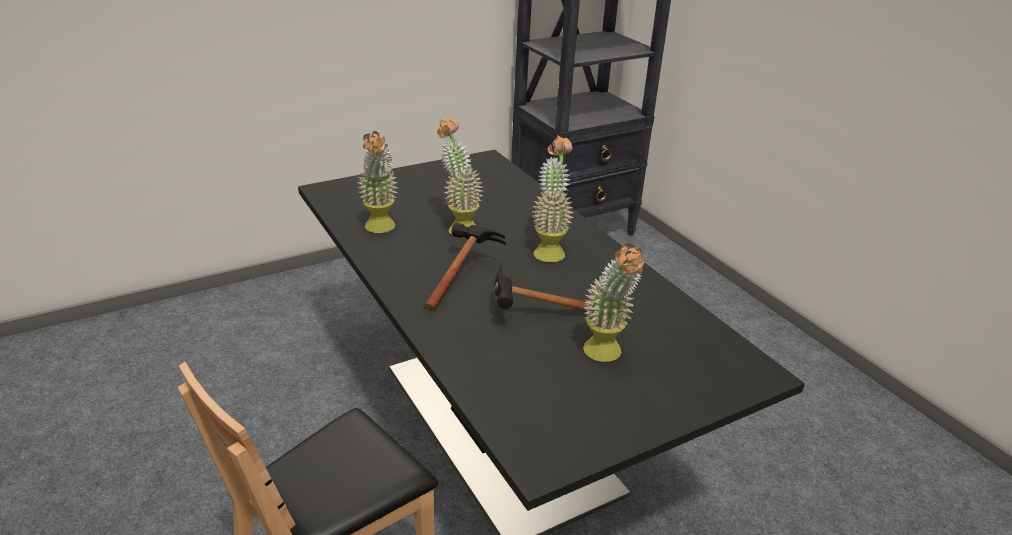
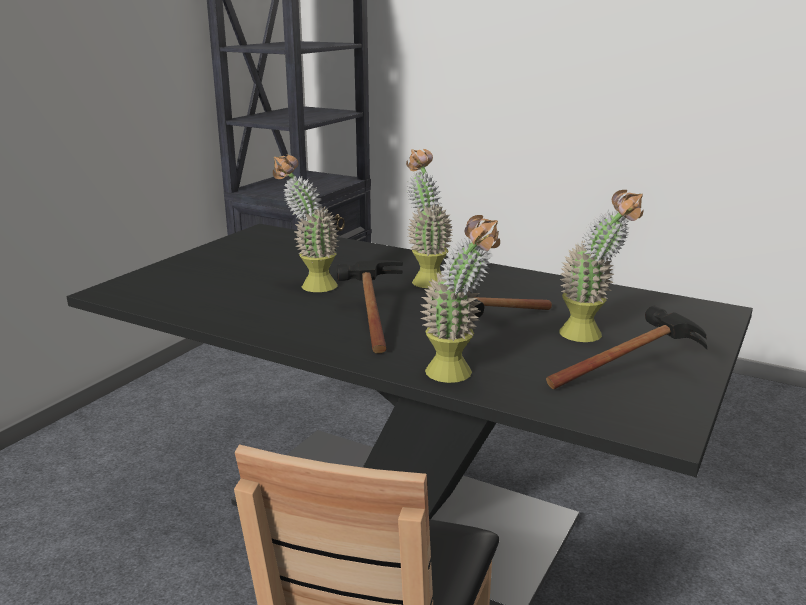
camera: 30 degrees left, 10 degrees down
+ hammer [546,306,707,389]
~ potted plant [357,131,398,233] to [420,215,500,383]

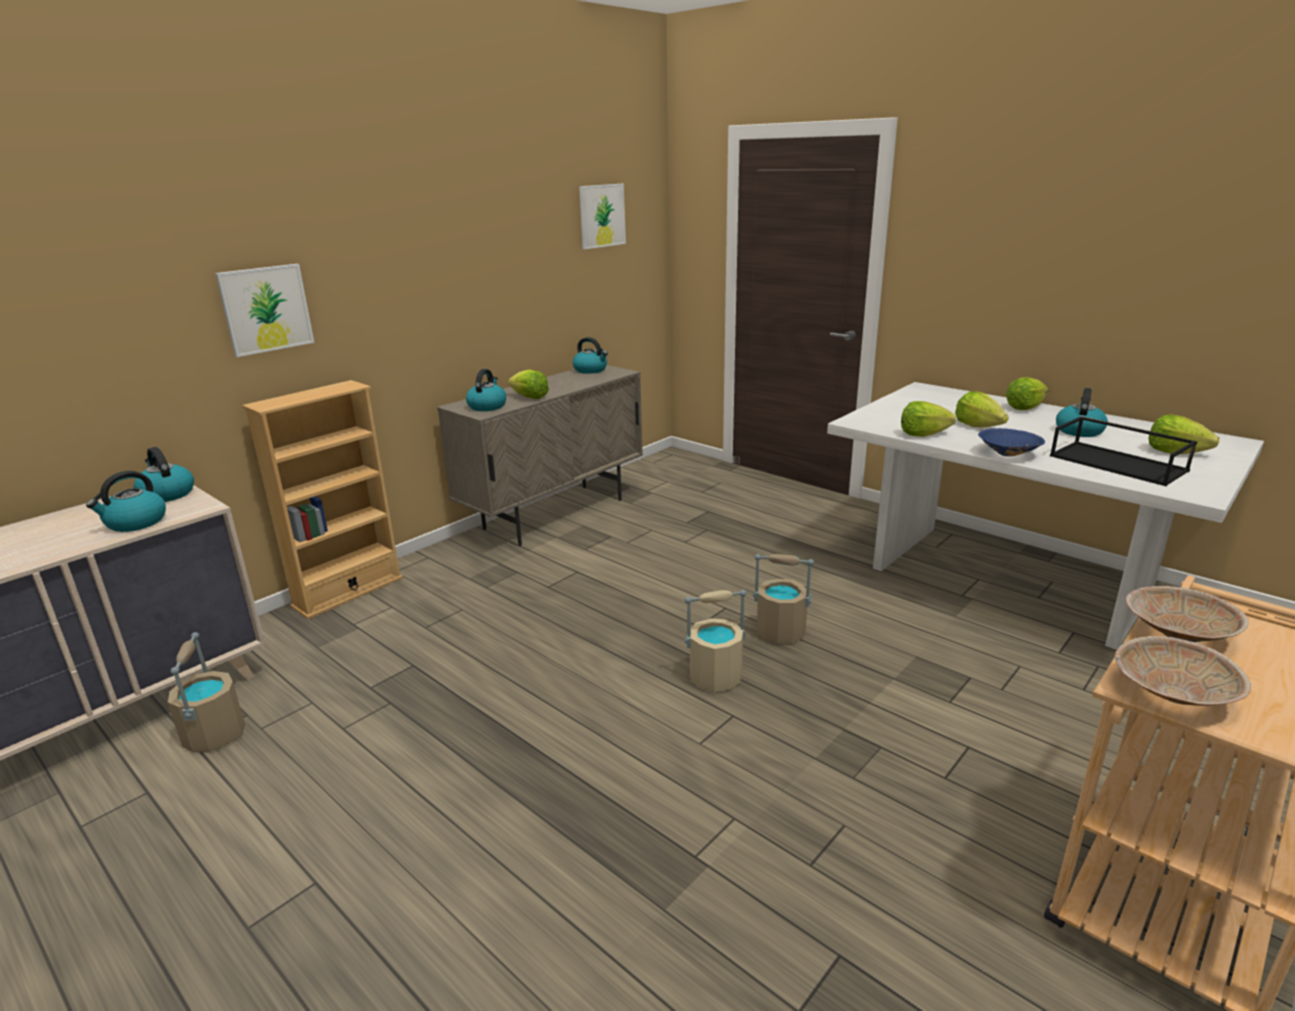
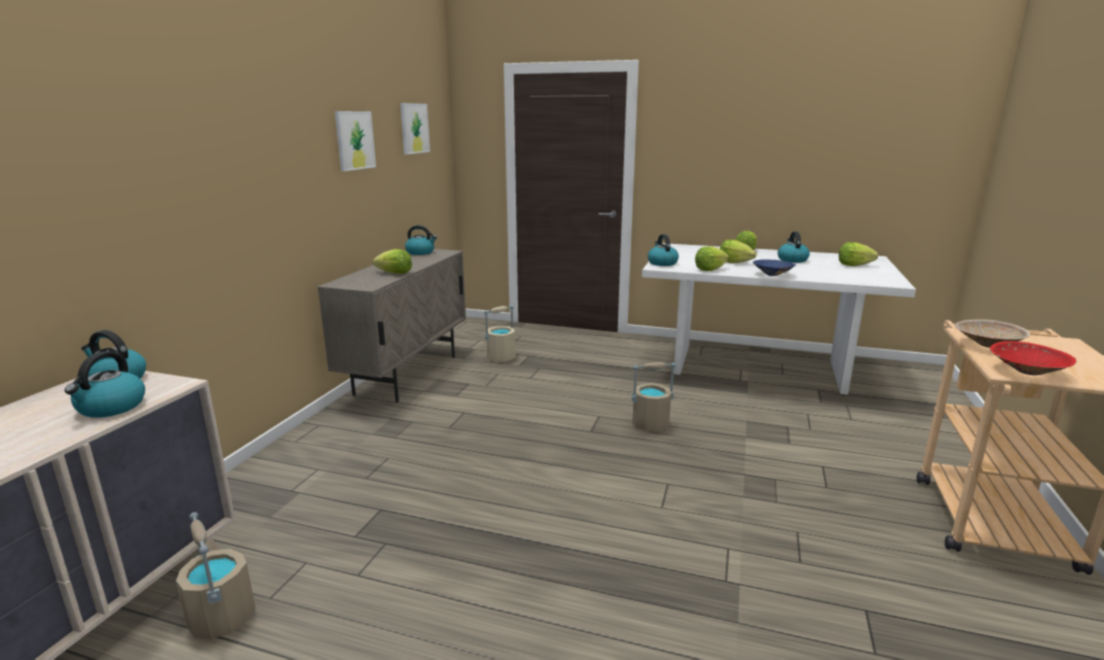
camera: 25 degrees left, 5 degrees down
- beige bookcase [242,380,403,619]
- black tray [1050,416,1198,486]
~ picture [215,264,314,357] to [335,111,376,171]
~ kettle [466,369,506,411] to [648,234,679,266]
~ beige bucket [685,590,746,692] to [484,305,516,362]
~ beige bowl [1115,636,1251,706] to red bowl [990,341,1076,375]

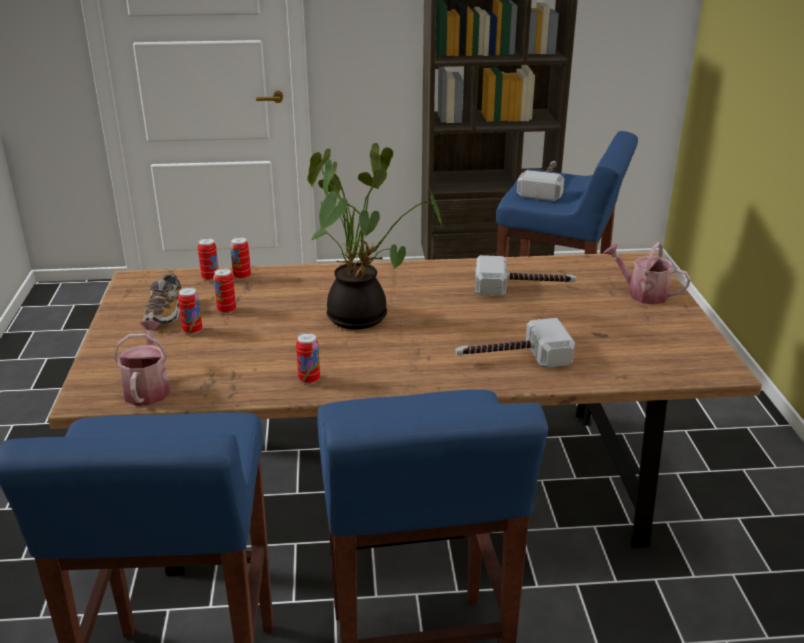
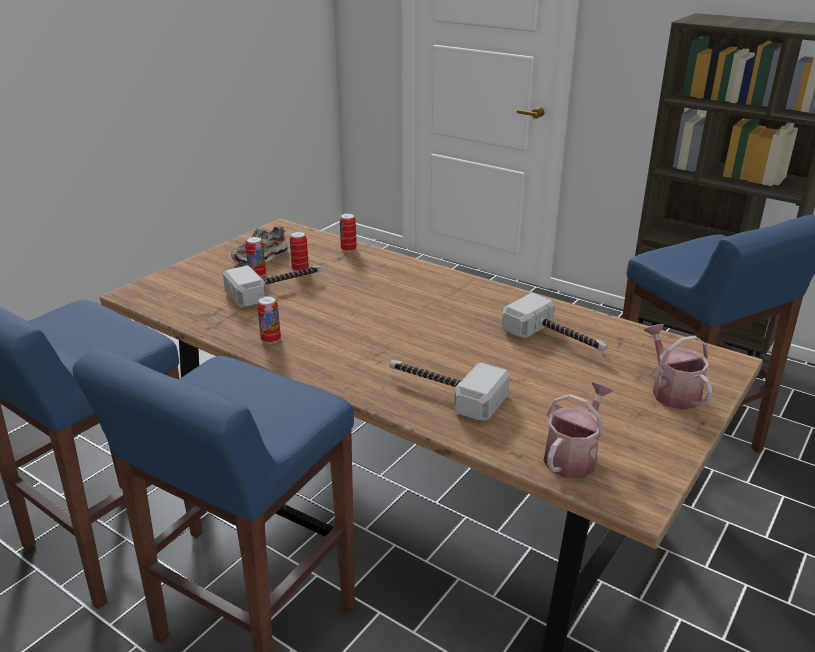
camera: 40 degrees right, 0 degrees up
- can [198,238,219,281]
- potted plant [307,143,443,330]
~ watering can [114,320,170,406] to [544,382,613,478]
~ hammer [517,161,564,201] to [223,265,322,308]

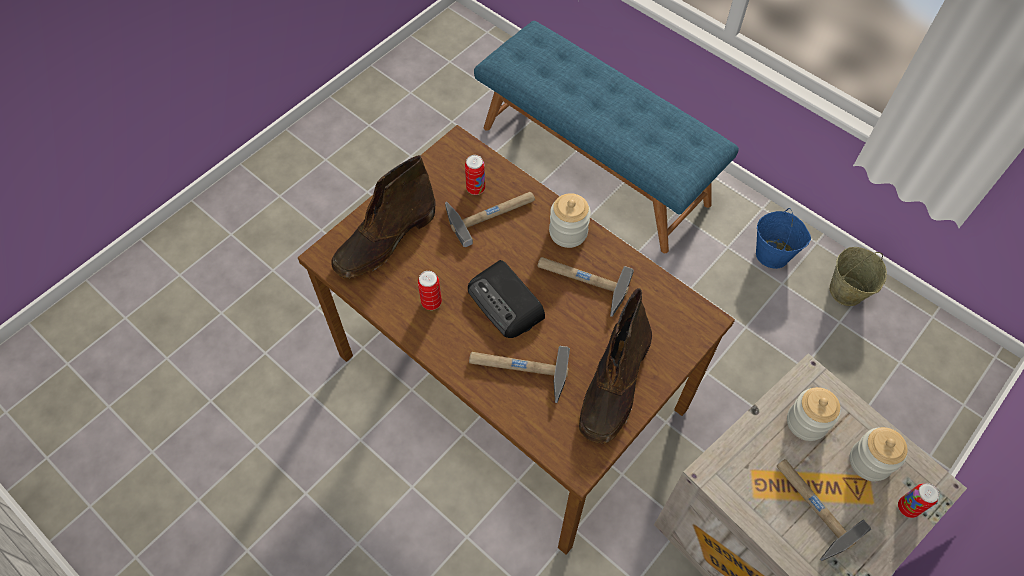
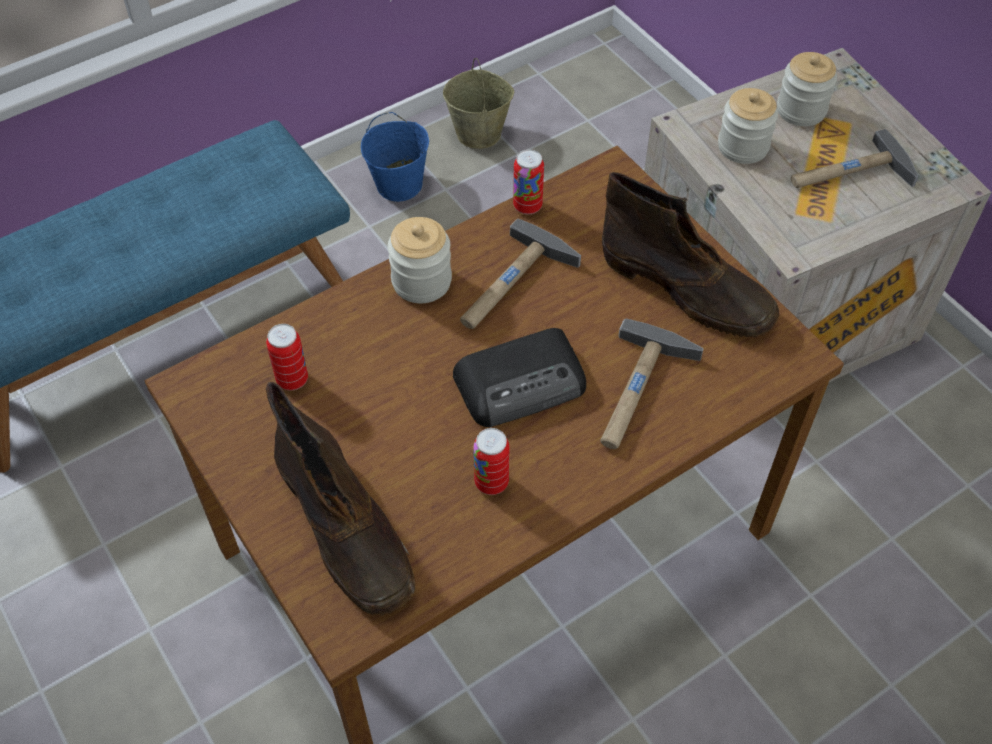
camera: 75 degrees left, 5 degrees down
- hammer [445,192,535,247]
~ can [898,483,939,518] to [513,149,544,214]

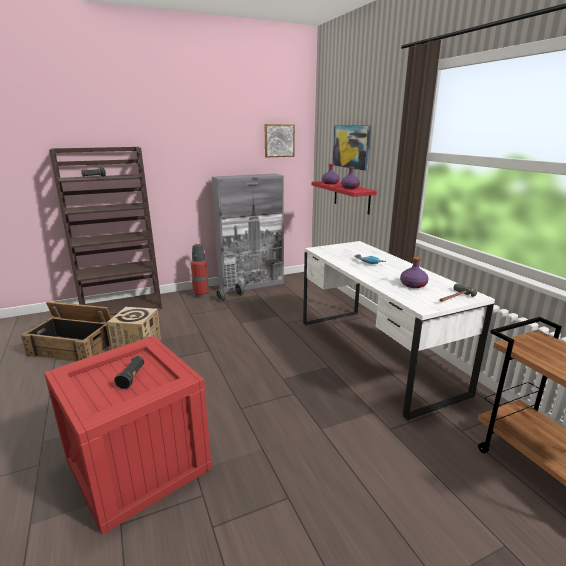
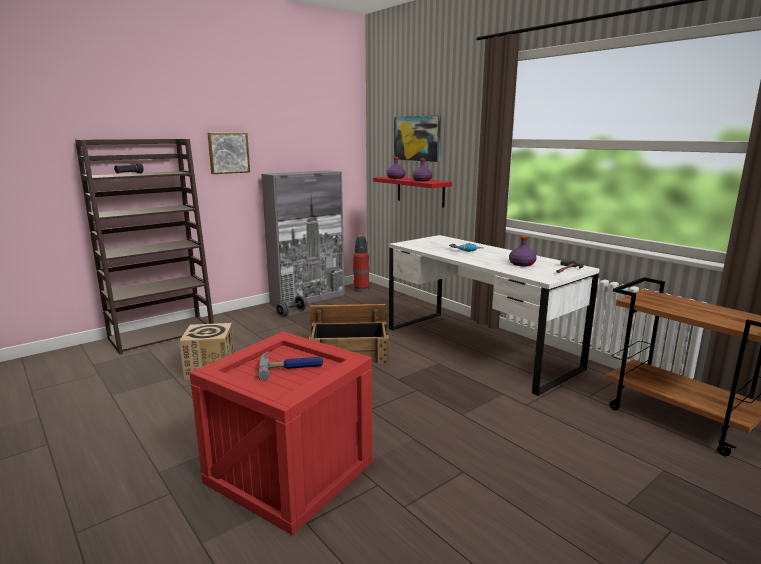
camera: 15 degrees left, 5 degrees down
~ crate [21,301,112,361] to [309,304,389,364]
~ fire extinguisher [191,243,209,298] to [353,235,370,292]
~ picture [264,124,295,158] to [207,133,250,174]
~ black flashlight [114,356,144,389] to hammer [258,352,323,380]

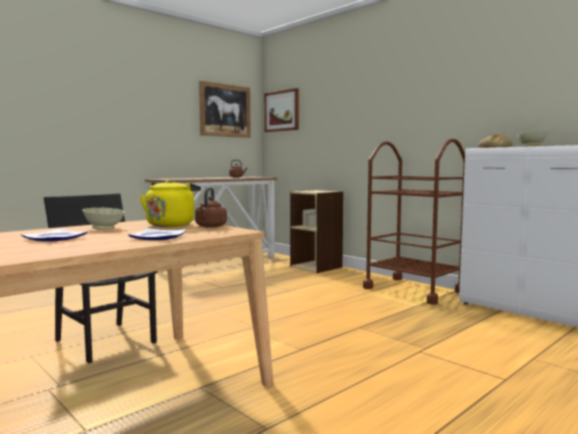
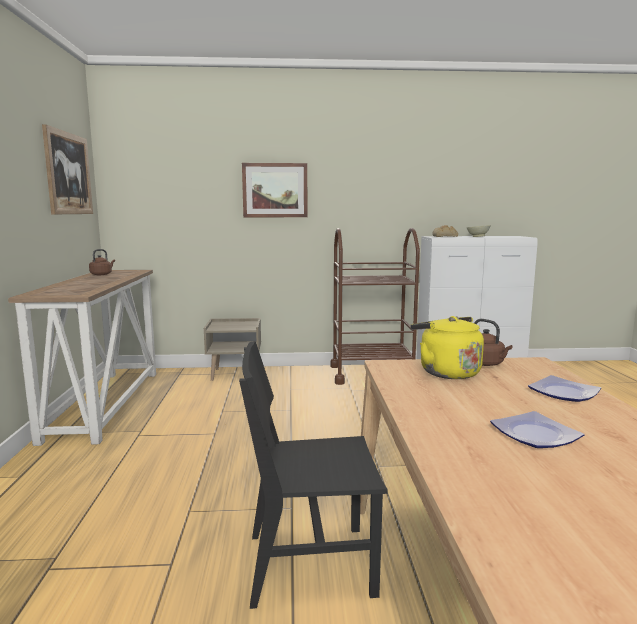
camera: 50 degrees left, 5 degrees up
- beige bowl [82,208,125,230]
~ picture [264,88,299,132] to [242,163,308,217]
~ beige bookcase [290,190,343,273] to beige nightstand [204,318,261,381]

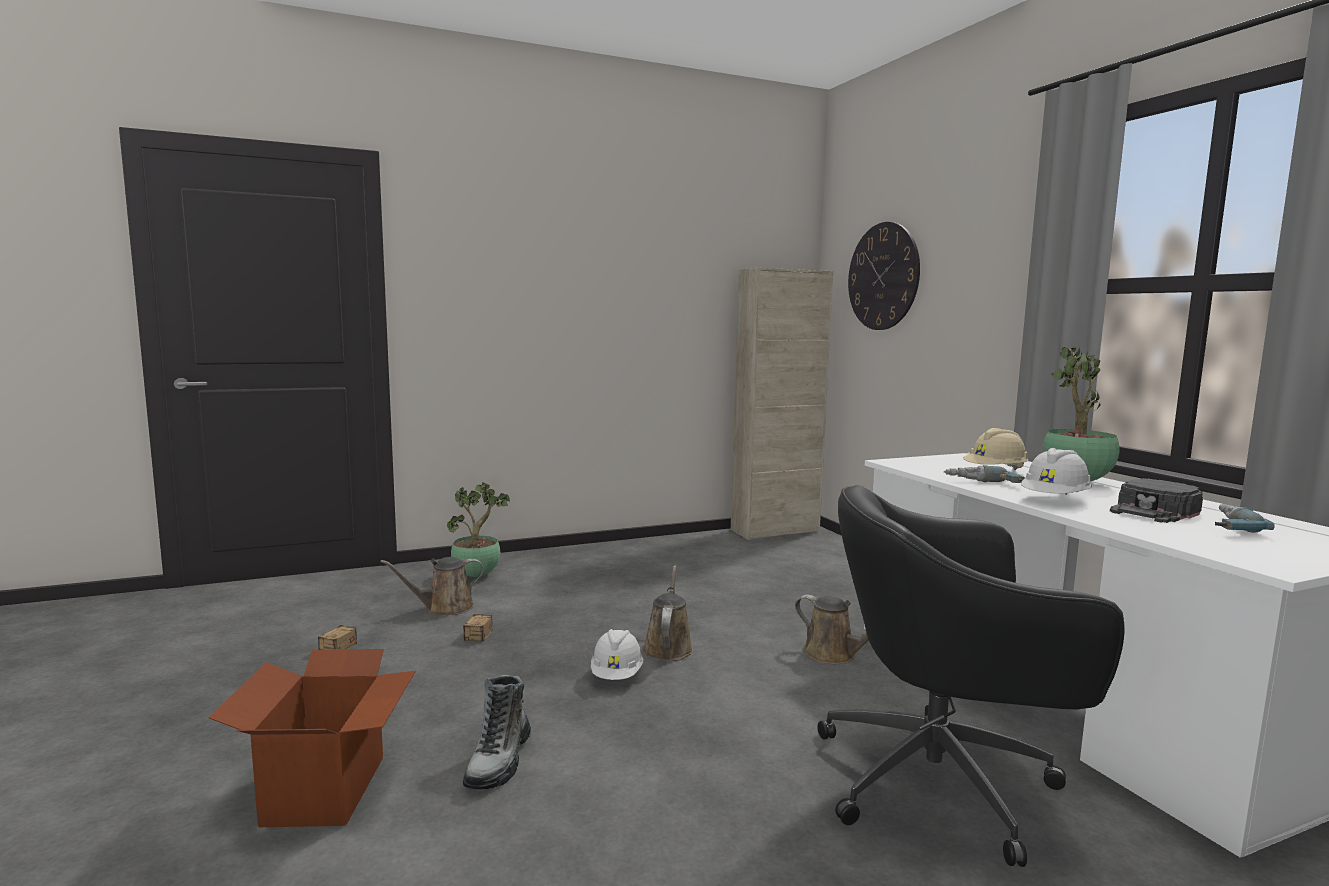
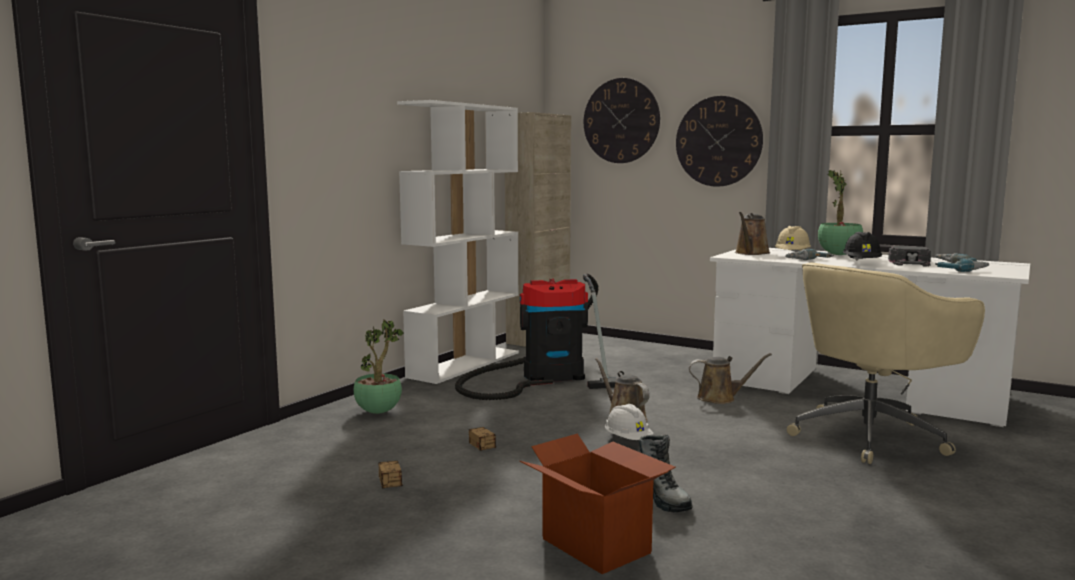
camera: 35 degrees left, 0 degrees up
+ white bookcase [397,100,519,384]
+ vacuum cleaner [455,274,617,400]
+ wall clock [676,96,763,187]
+ power drill [935,259,989,272]
~ brown watering can [380,557,484,615] to [735,212,770,255]
~ black office chair [817,485,1125,867] to beige office chair [787,262,985,464]
~ white hard hat [1021,448,1092,495] to black hard hat [843,232,882,261]

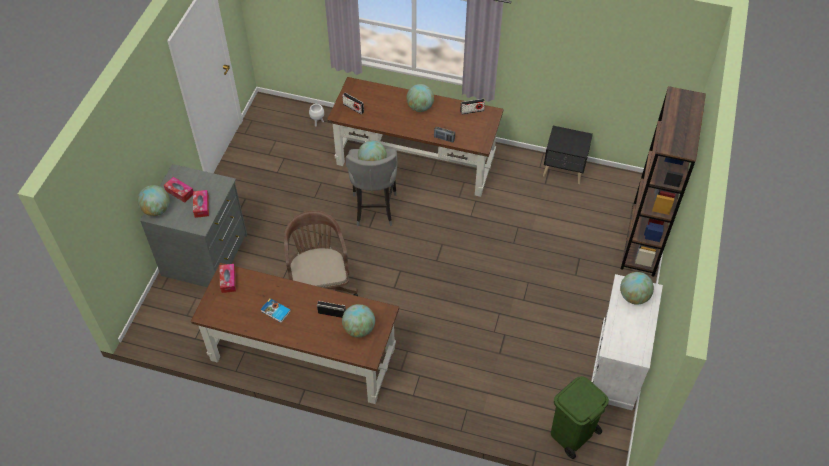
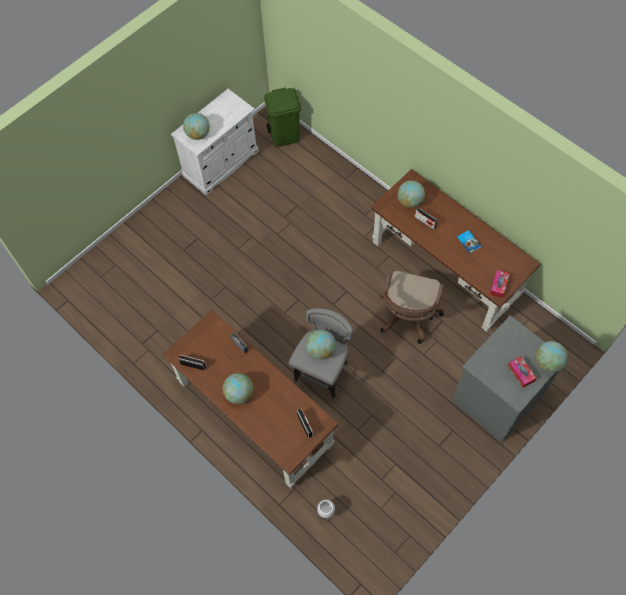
camera: 150 degrees left, 10 degrees up
- tissue box [193,190,209,218]
- black nightstand [543,126,593,184]
- brown bookcase [621,86,706,277]

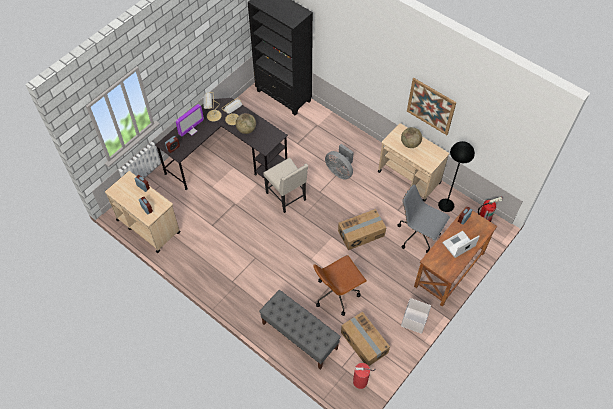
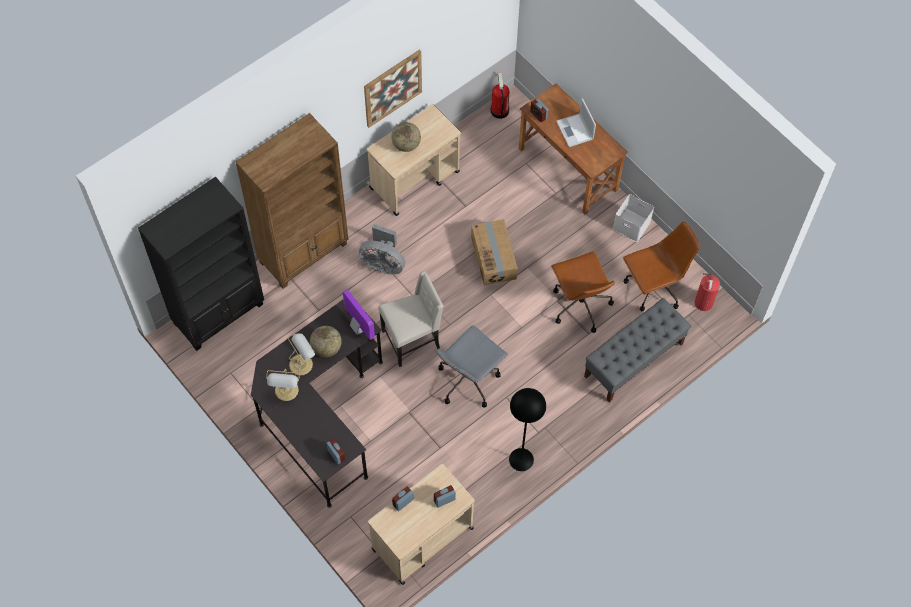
camera: 80 degrees left, 5 degrees up
+ brown bookcase [236,113,349,289]
~ monitor [176,104,204,136] to [343,289,375,340]
~ grey office chair [397,184,450,253] to [436,325,508,408]
~ black floor lamp [438,141,475,212] to [509,388,546,471]
~ cardboard box [341,312,390,366] to brown office chair [623,221,700,311]
~ grey fan [325,144,354,180] = [359,224,405,275] 60 degrees clockwise

